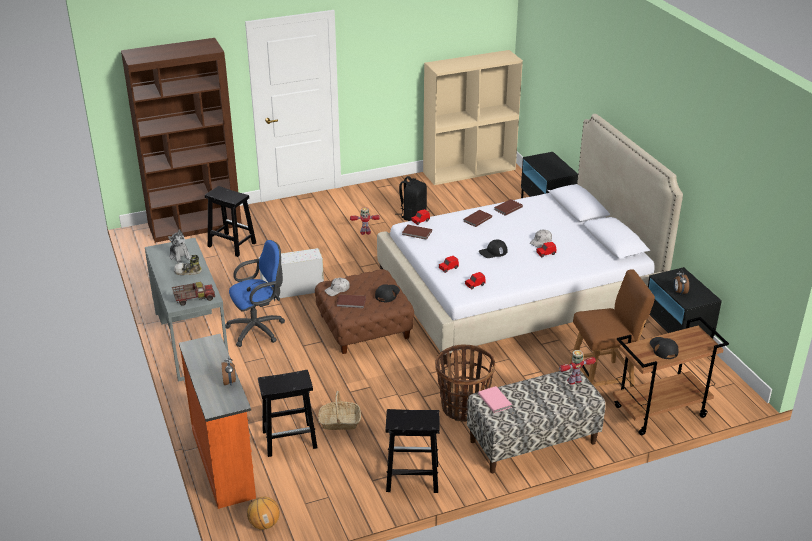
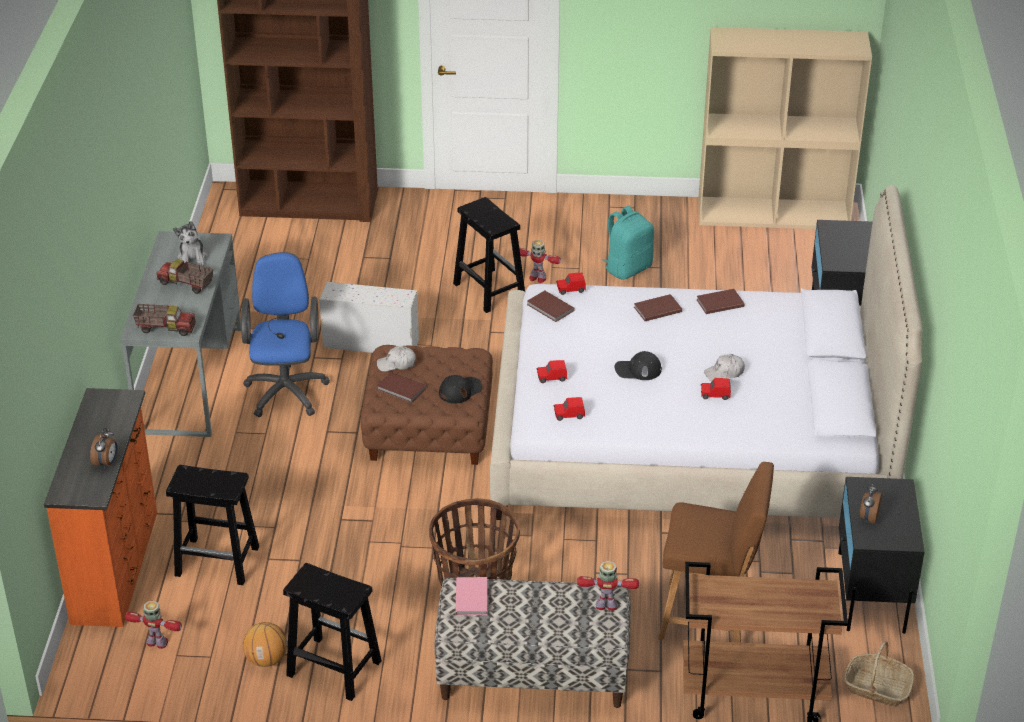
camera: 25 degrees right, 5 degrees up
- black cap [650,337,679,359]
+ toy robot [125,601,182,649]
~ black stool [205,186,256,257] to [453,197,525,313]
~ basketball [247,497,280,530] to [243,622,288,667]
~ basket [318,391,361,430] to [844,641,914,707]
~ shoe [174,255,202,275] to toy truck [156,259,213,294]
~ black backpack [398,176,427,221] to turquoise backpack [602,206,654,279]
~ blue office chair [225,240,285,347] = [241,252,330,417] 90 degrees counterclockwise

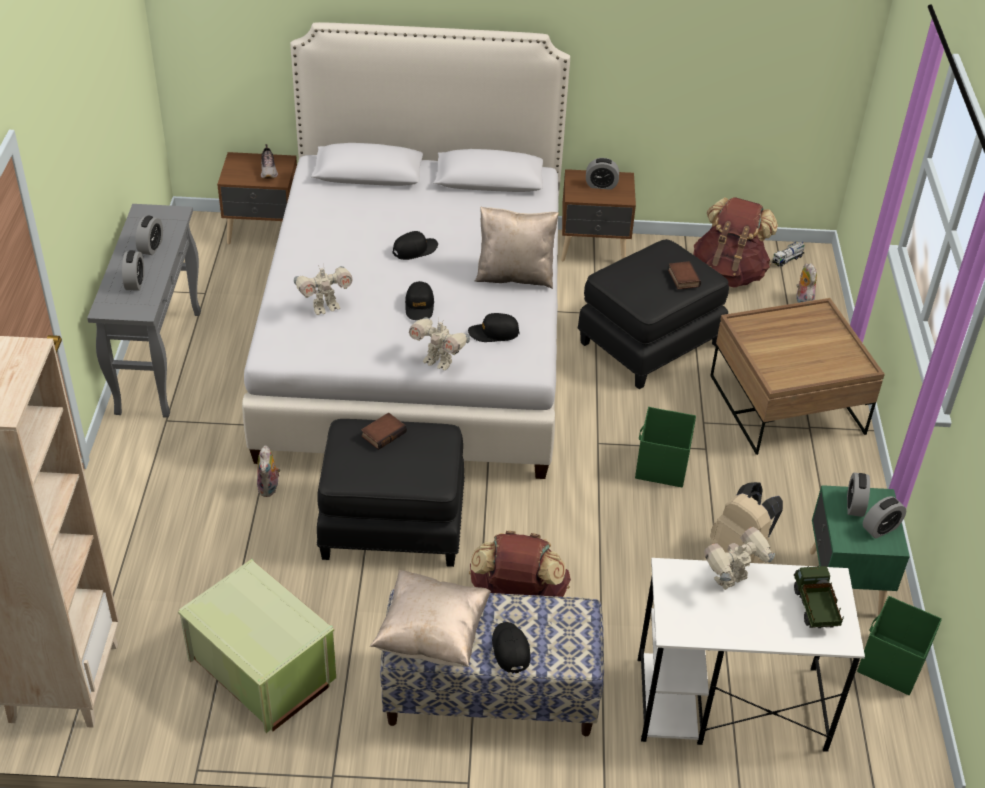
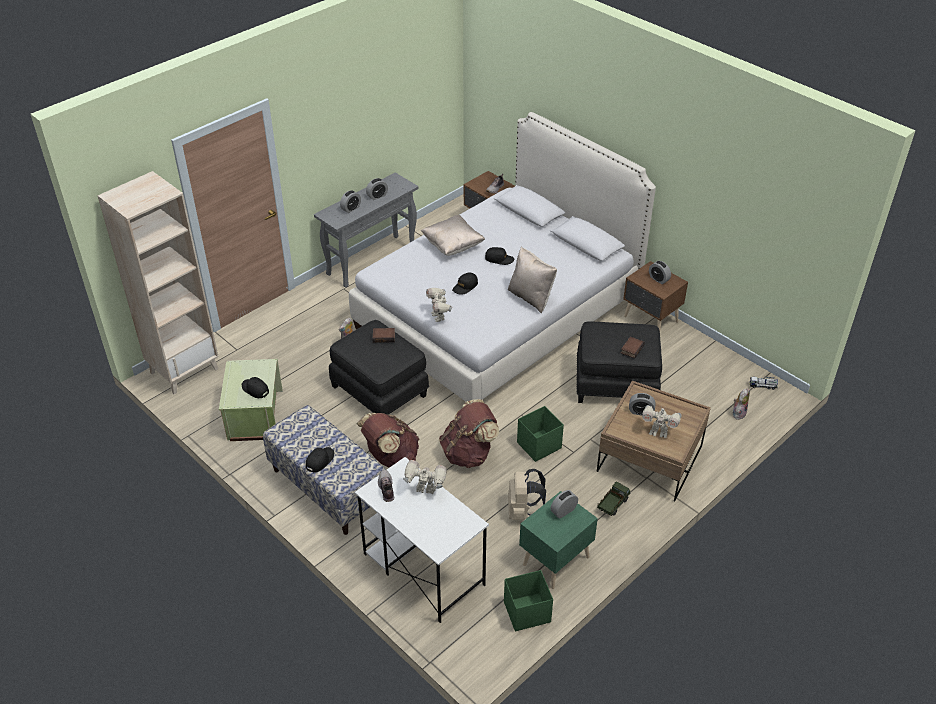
camera: 45 degrees right, 0 degrees up
+ shoe [378,470,394,502]
~ toy robot [294,265,353,315] to [642,405,681,438]
~ beige pillow [370,570,491,667] to [421,215,485,256]
~ black cap [468,313,520,342] to [242,377,269,398]
~ brown backpack [693,197,778,288] to [439,399,499,468]
~ toy truck [794,566,844,628] to [597,481,631,516]
~ alarm clock [863,496,906,539] to [629,393,656,415]

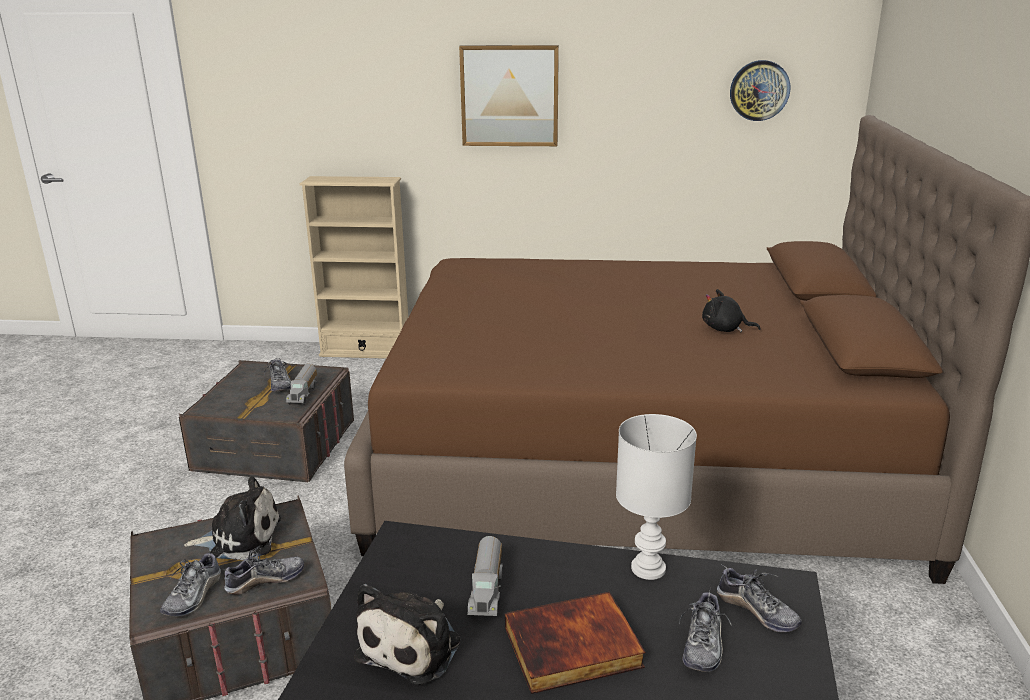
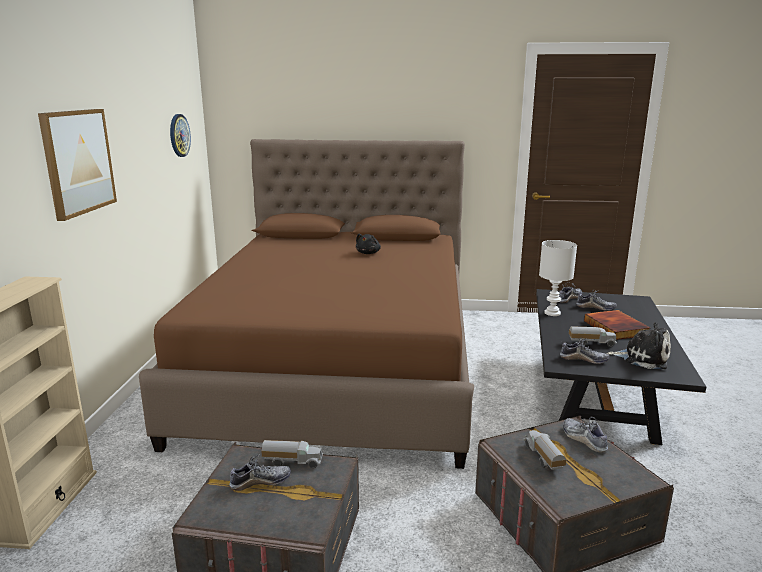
camera: 90 degrees left, 5 degrees down
~ shoe [160,551,221,617] to [560,337,610,364]
~ plush toy [184,476,281,560] to toy truck [523,430,566,470]

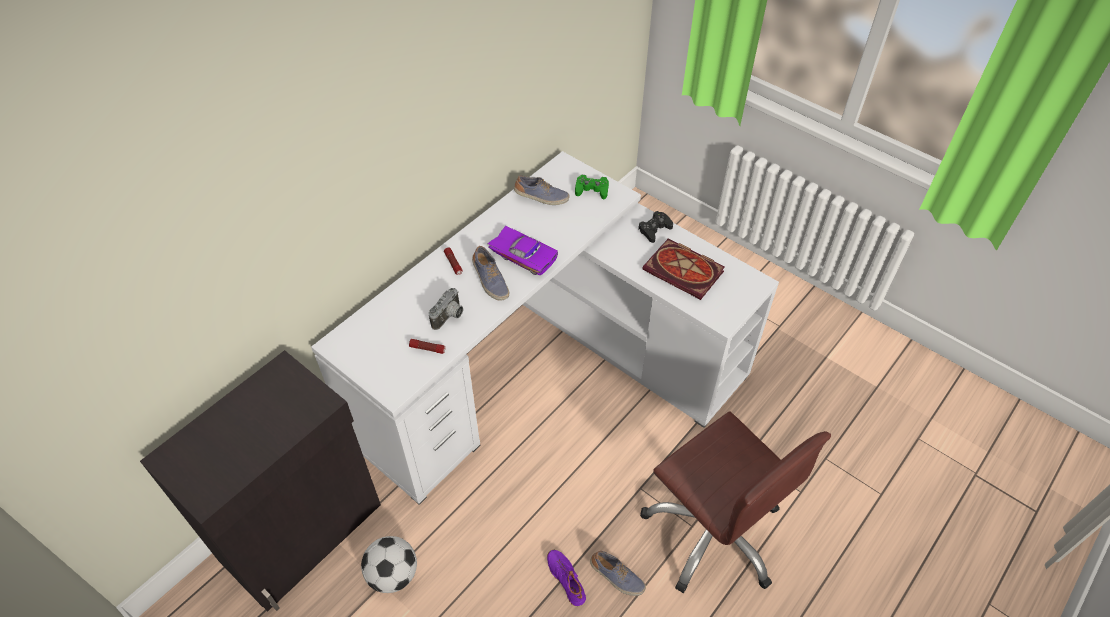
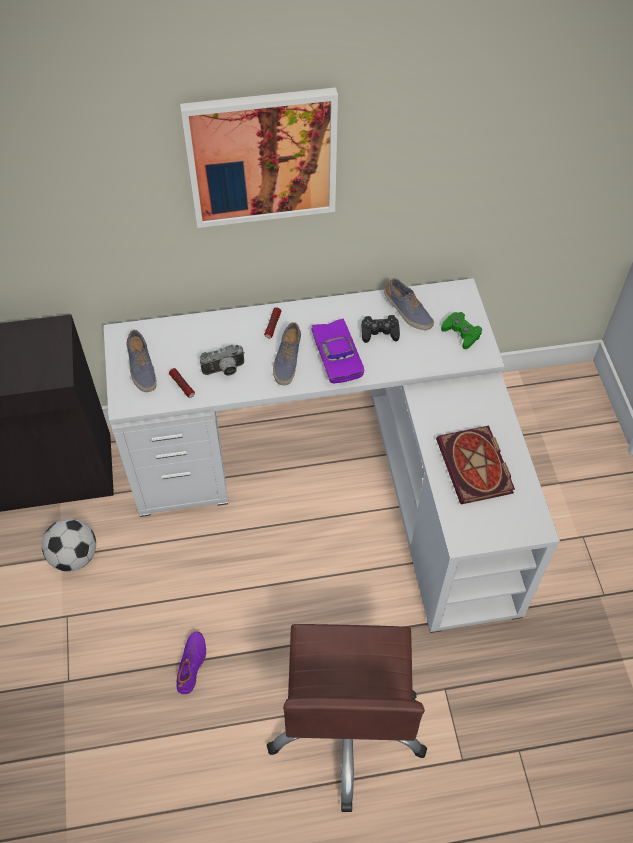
camera: 40 degrees right, 5 degrees up
+ picture [180,87,338,228]
~ shoe [590,551,646,596] to [126,330,157,392]
~ black game controller [638,211,673,243] to [362,315,400,343]

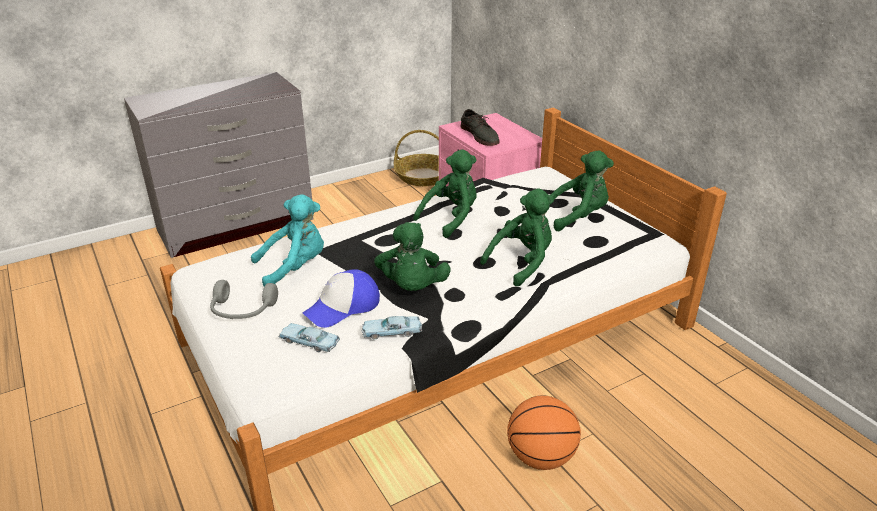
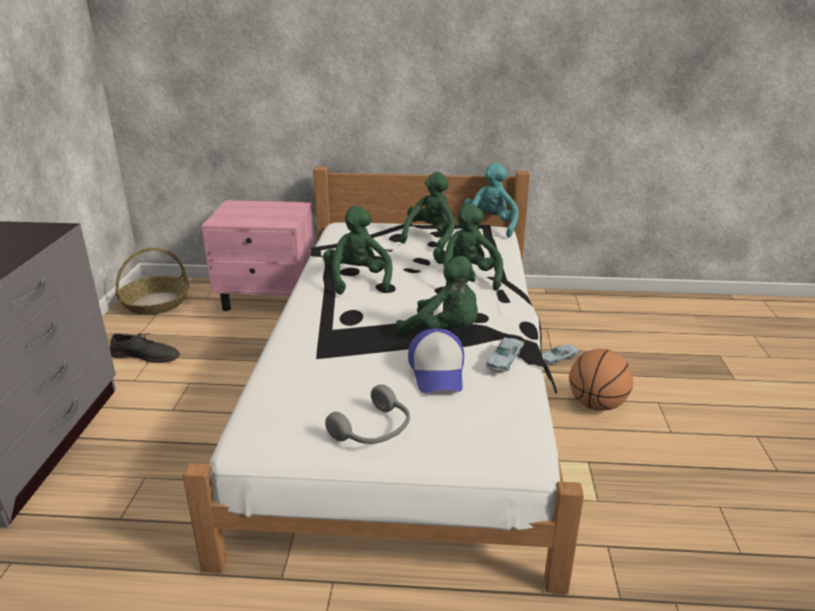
camera: 55 degrees left, 5 degrees down
~ turquoise plush toy [251,194,324,286] to [464,163,519,238]
~ blue toy car [278,323,340,352] to [542,344,580,365]
~ grey shoe [461,109,500,146] to [110,333,180,363]

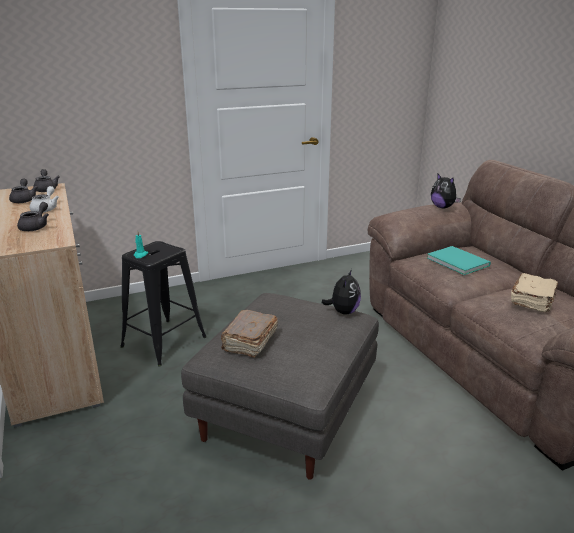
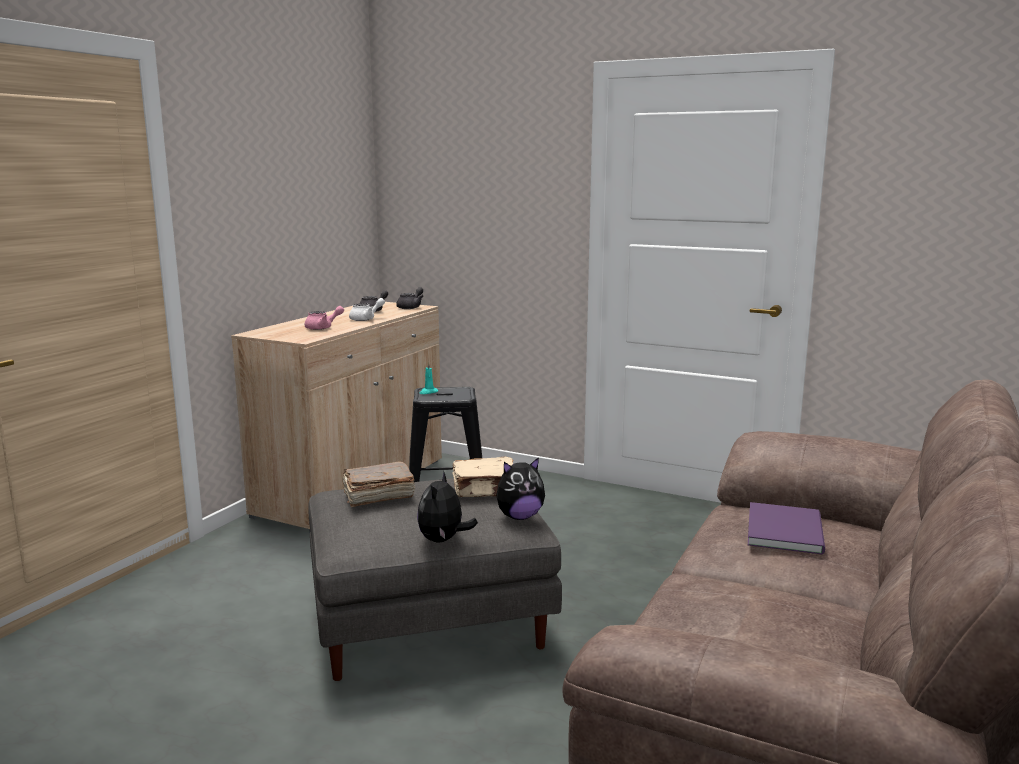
camera: 50 degrees right, 10 degrees down
~ plush toy [431,173,461,208] to [417,472,478,542]
~ beige book [511,273,558,312] to [452,456,514,497]
~ grey teapot [17,202,49,231] to pink teapot [305,306,344,330]
~ turquoise book [427,246,491,275] to purple book [748,502,825,555]

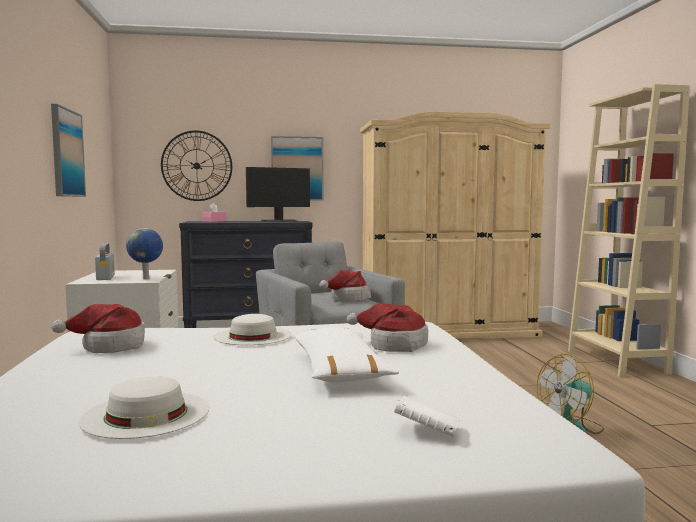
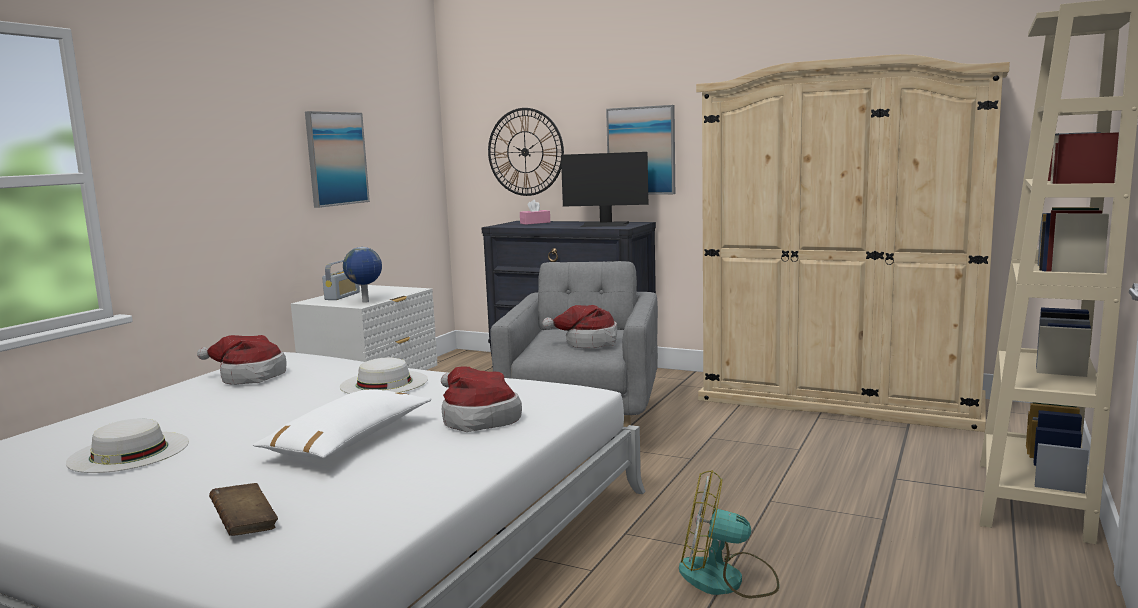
camera: 35 degrees right, 5 degrees up
~ white book [394,396,460,437] to brown book [209,483,278,536]

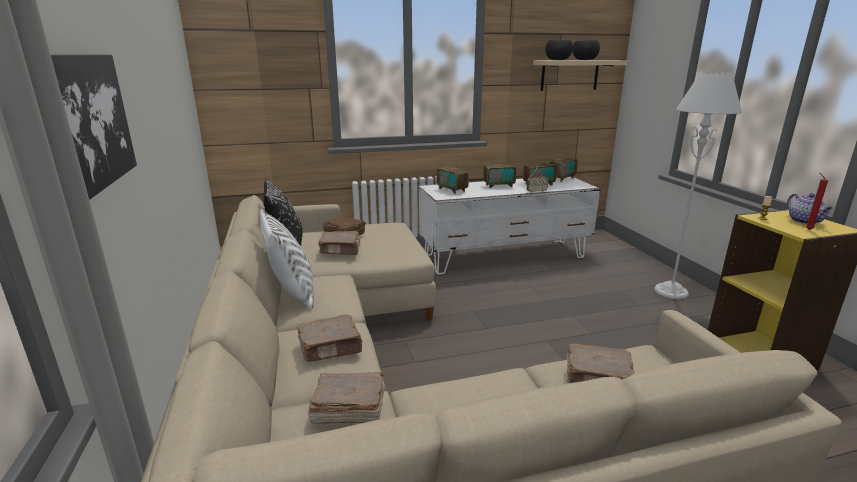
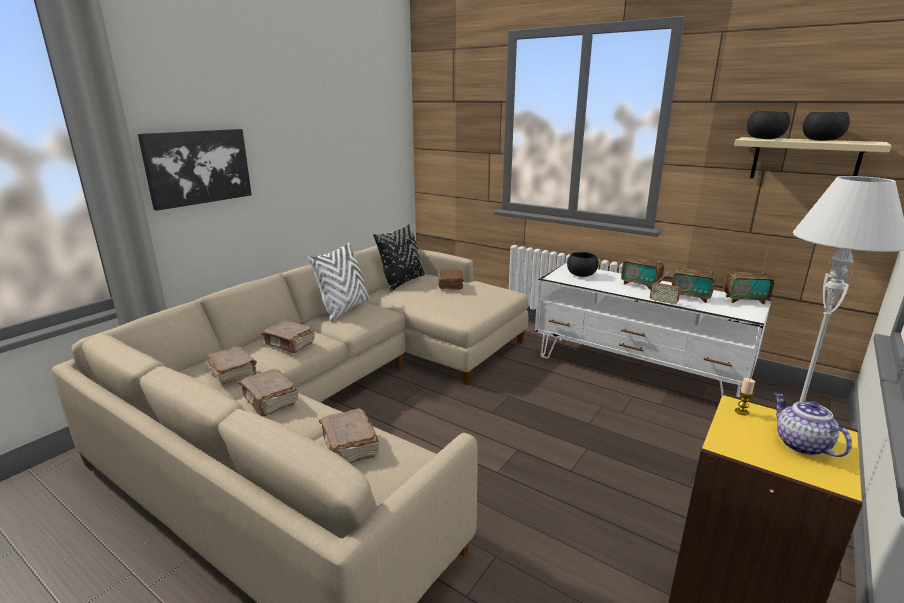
camera: 50 degrees right, 0 degrees up
- red candle [806,173,828,230]
~ brown book [318,231,360,255] to [239,369,299,416]
~ radio [437,153,469,194] to black bowl [567,252,599,277]
~ teapot [787,193,833,224] = [774,393,852,457] 120 degrees clockwise

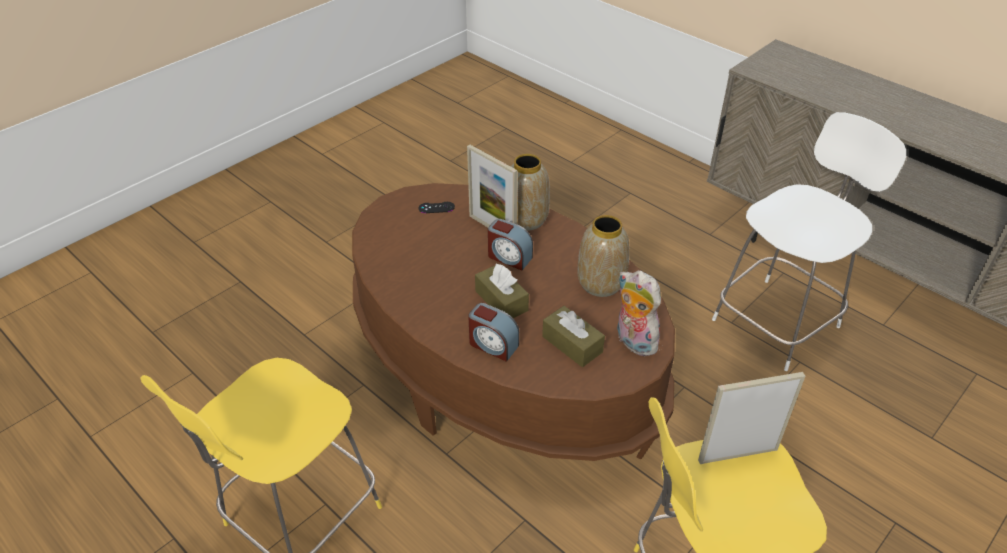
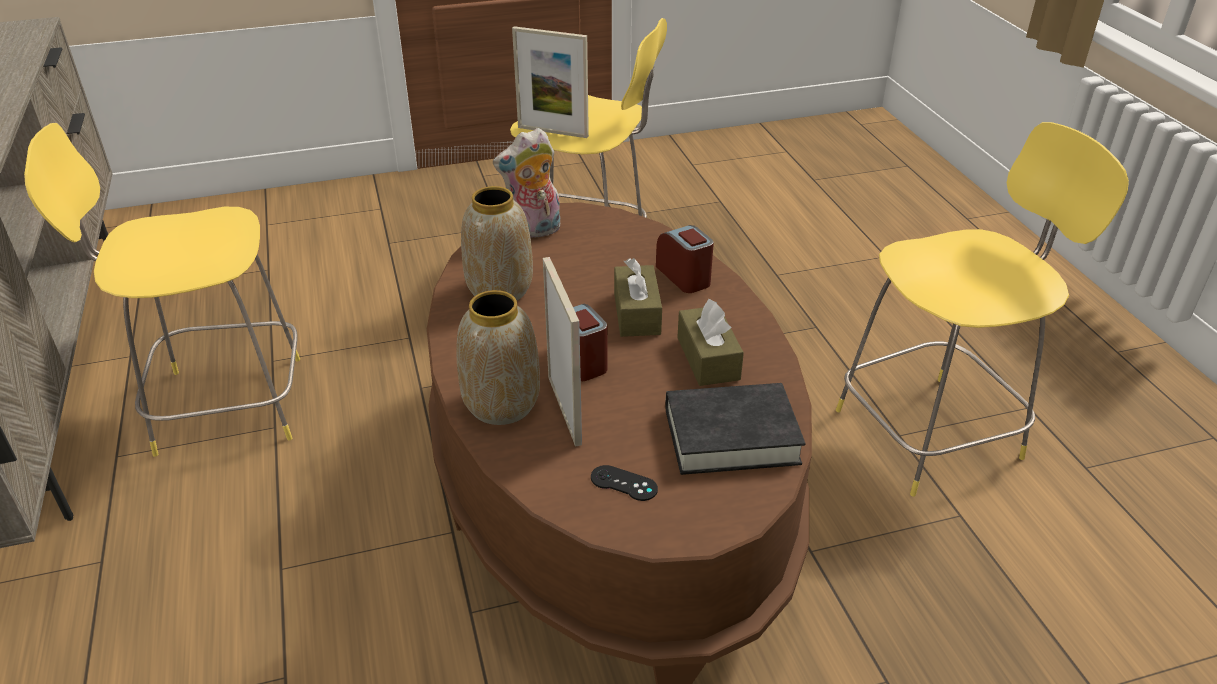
camera: 150 degrees left, 5 degrees down
+ black book [665,383,806,475]
~ brown tissue box [542,306,605,367] to [677,299,744,386]
~ white stool [712,112,906,371] to yellow stool [24,123,300,457]
~ plush toy [617,270,664,356] = [493,128,560,238] 75 degrees clockwise

